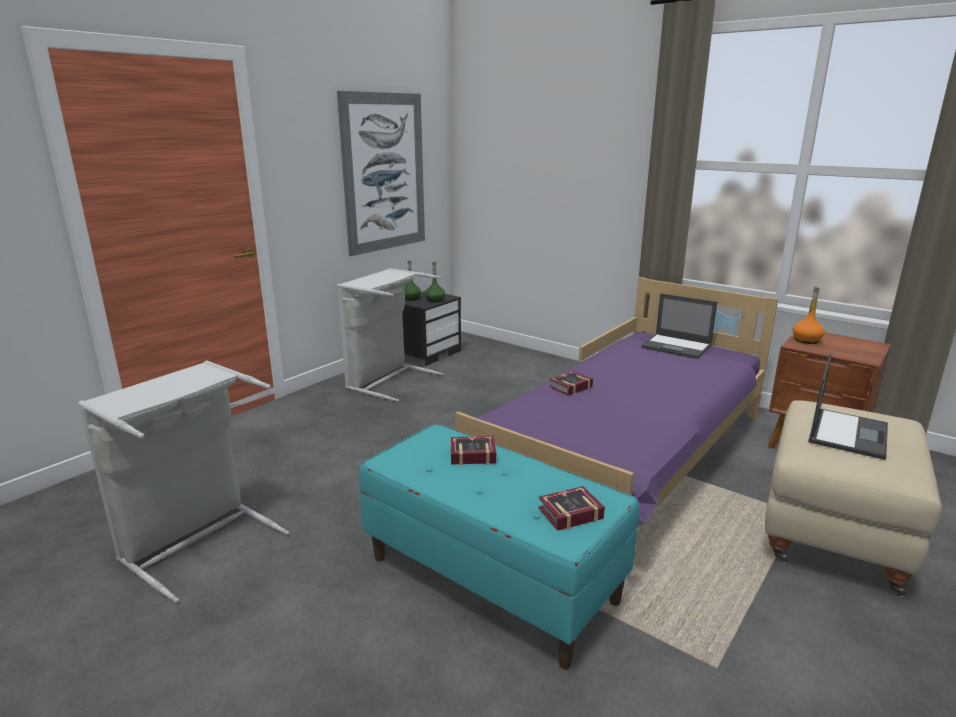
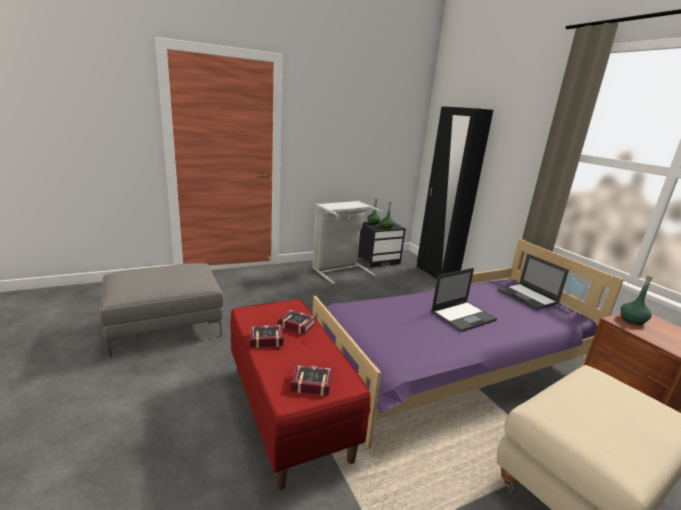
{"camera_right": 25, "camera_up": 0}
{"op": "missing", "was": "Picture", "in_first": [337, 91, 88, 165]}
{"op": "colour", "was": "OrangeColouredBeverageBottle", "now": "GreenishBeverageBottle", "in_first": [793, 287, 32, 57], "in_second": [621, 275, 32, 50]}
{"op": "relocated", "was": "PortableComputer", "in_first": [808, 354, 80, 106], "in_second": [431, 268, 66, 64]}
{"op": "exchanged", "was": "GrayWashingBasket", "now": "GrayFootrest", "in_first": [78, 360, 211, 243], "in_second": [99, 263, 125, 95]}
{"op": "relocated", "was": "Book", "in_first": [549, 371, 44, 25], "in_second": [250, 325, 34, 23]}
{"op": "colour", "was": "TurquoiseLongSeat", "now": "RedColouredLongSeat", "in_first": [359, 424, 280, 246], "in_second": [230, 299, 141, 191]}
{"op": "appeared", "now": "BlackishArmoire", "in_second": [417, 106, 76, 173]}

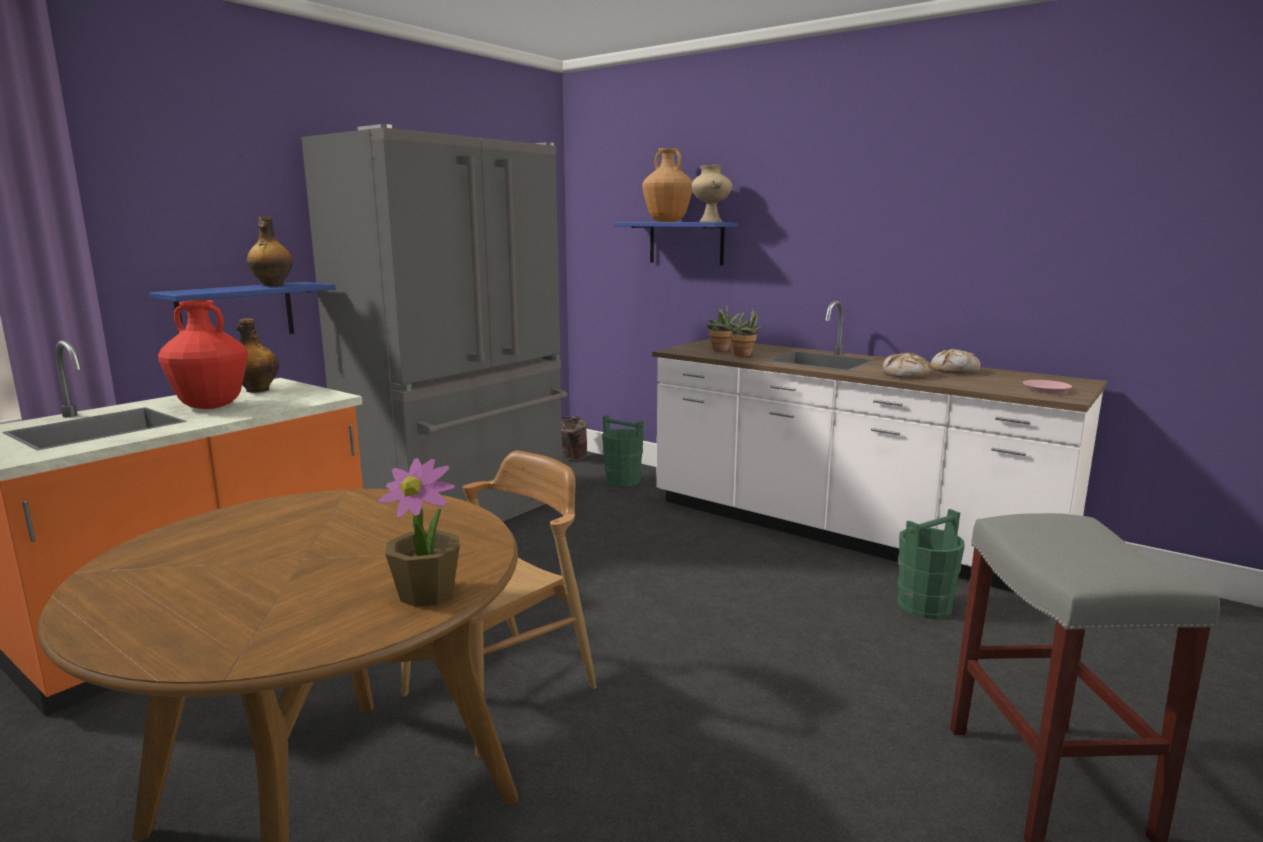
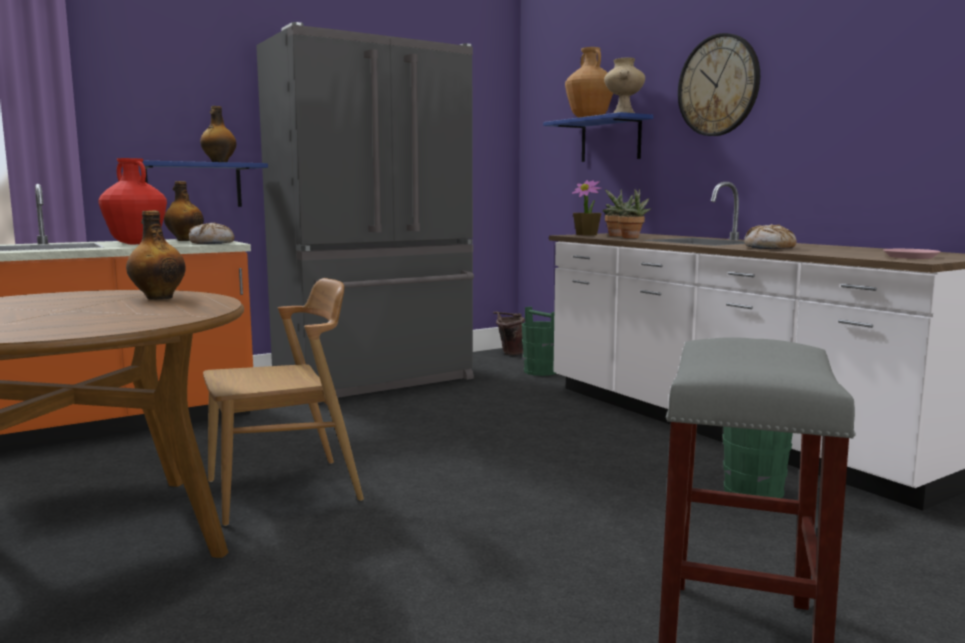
{"camera_right": 20, "camera_up": -5}
{"op": "relocated", "was": "Bread", "in_first": [931, 349, 50, 25], "in_second": [189, 223, 45, 21]}
{"op": "relocated", "was": "PottedPlant", "in_first": [379, 458, 81, 149], "in_second": [572, 180, 30, 56]}
{"op": "appeared", "now": "WallClock", "in_second": [678, 33, 82, 103]}
{"op": "appeared", "now": "BeverageBottle", "in_second": [126, 210, 60, 90]}

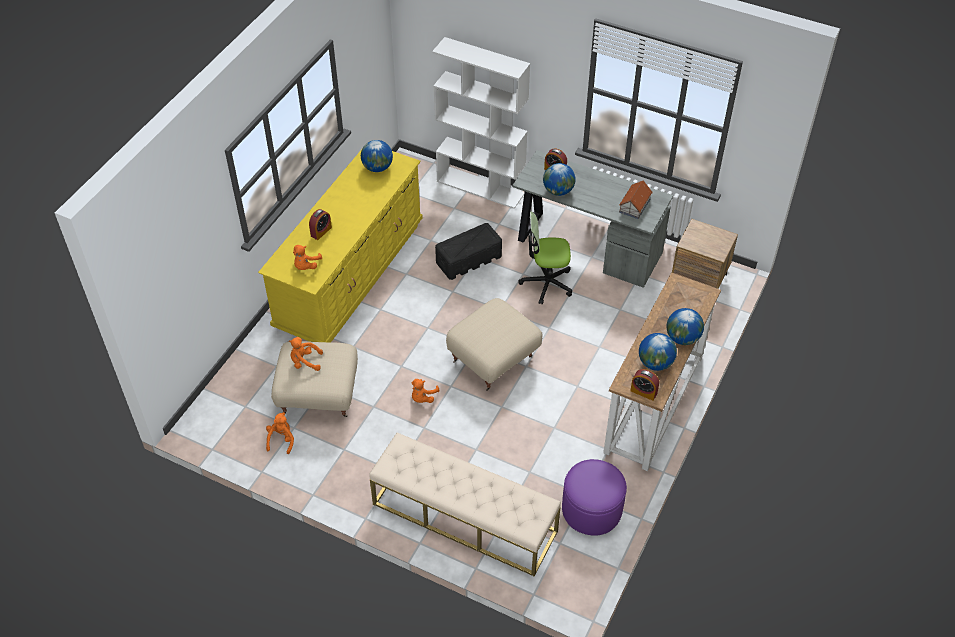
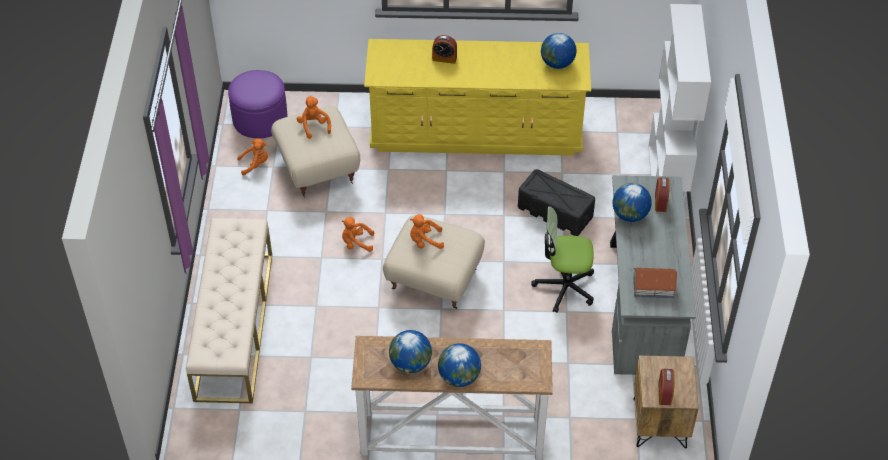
{"camera_right": 65, "camera_up": 0}
{"op": "spun", "was": "ComputerChair", "in_first": [518, 211, 54, 93], "in_second": [531, 206, 63, 107], "clockwise": -60}
{"op": "relocated", "was": "OrangeColouredCuddlyToy", "in_first": [293, 245, 29, 25], "in_second": [410, 214, 34, 35]}
{"op": "relocated", "was": "AlarmClock", "in_first": [630, 369, 29, 32], "in_second": [658, 369, 17, 36]}
{"op": "relocated", "was": "PurpleColouredFootrest", "in_first": [562, 459, 65, 77], "in_second": [228, 70, 59, 68]}

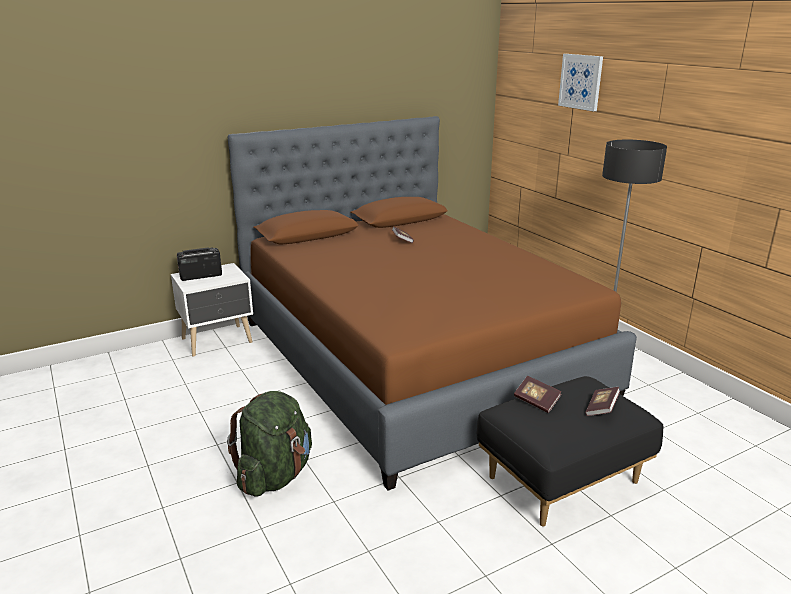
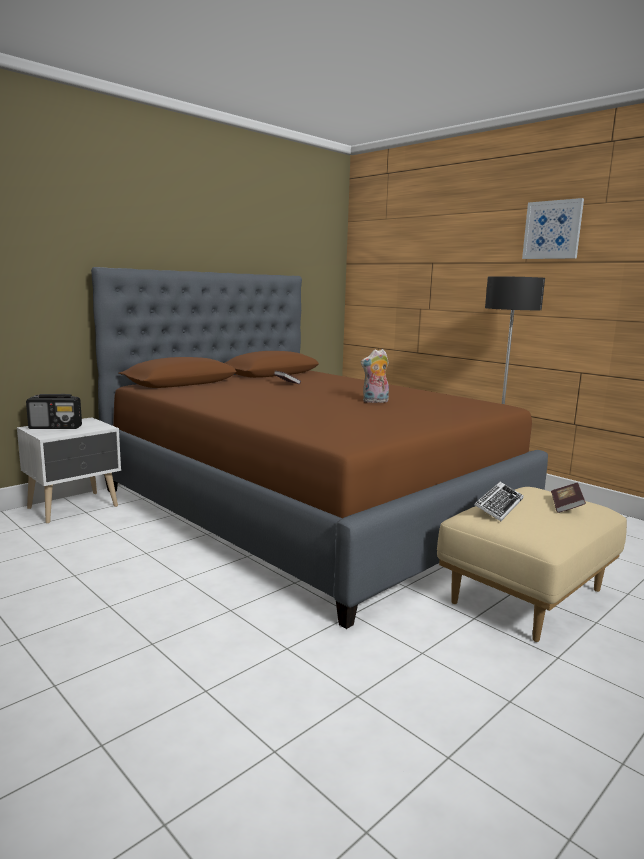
{"camera_right": -15, "camera_up": -10}
{"op": "relocated", "was": "Picture", "in_first": [558, 54, 45, 57], "in_second": [522, 198, 62, 61]}
{"op": "spun", "was": "RadioReceiver", "in_first": [177, 247, 45, 34], "in_second": [26, 394, 56, 35], "clockwise": -150}
{"op": "colour", "was": "BlackishFootrest", "now": "SandColouredFootrest", "in_first": [477, 376, 186, 151], "in_second": [437, 487, 190, 155]}
{"op": "exchanged", "was": "Book", "now": "Keyboard", "in_first": [514, 376, 47, 37], "in_second": [474, 482, 50, 39]}
{"op": "missing", "was": "GreenishRucksack", "in_first": [227, 391, 85, 106]}
{"op": "appeared", "now": "CuddlyToy", "in_second": [361, 349, 28, 54]}

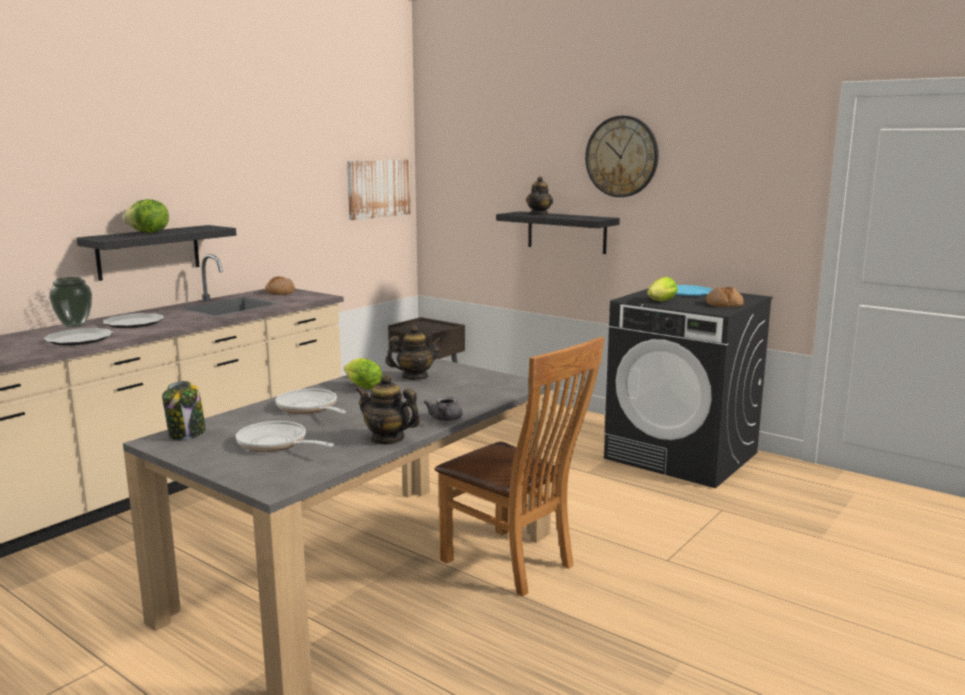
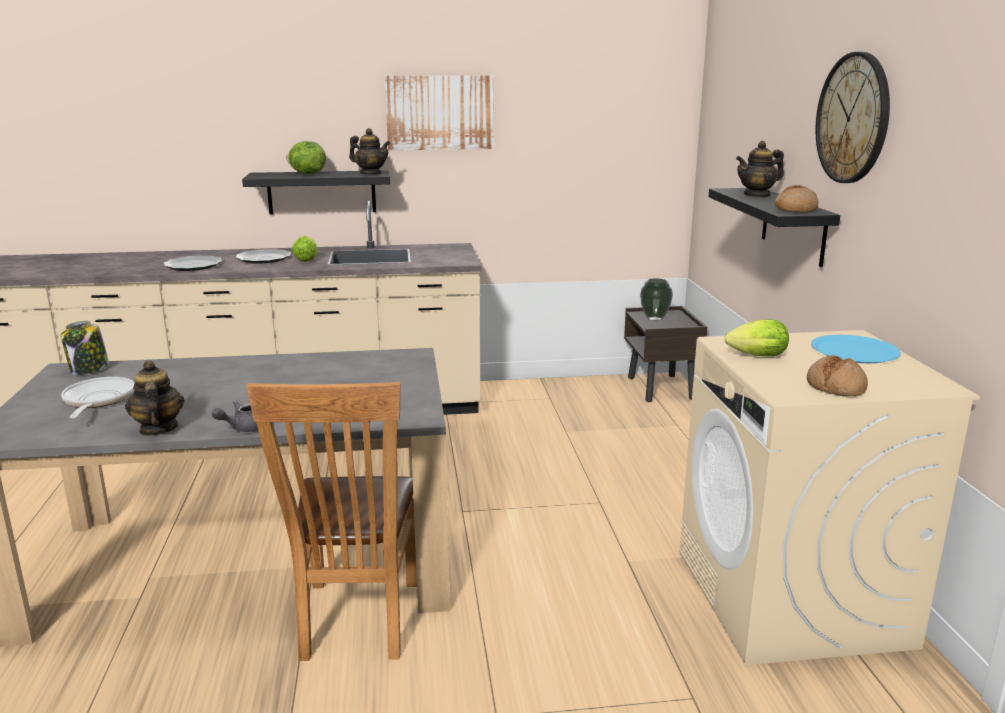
{"camera_right": 45, "camera_up": 5}
{"op": "relocated", "was": "Picture", "in_first": [347, 159, 64, 61], "in_second": [385, 75, 109, 75]}
{"op": "relocated", "was": "Bread", "in_first": [265, 276, 30, 19], "in_second": [775, 185, 43, 27]}
{"op": "relocated", "was": "FlowerVase", "in_first": [49, 277, 43, 50], "in_second": [640, 279, 33, 42]}
{"op": "colour", "was": "BlackishWashingMachine", "now": "SandColouredWashingMachine", "in_first": [604, 288, 169, 200], "in_second": [679, 330, 301, 335]}
{"op": "relocated", "was": "Teapot", "in_first": [385, 325, 57, 55], "in_second": [349, 128, 41, 47]}
{"op": "relocated", "was": "Lettuce", "in_first": [344, 358, 38, 31], "in_second": [292, 236, 25, 26]}
{"op": "missing", "was": "FryingPan", "in_first": [275, 389, 71, 25]}

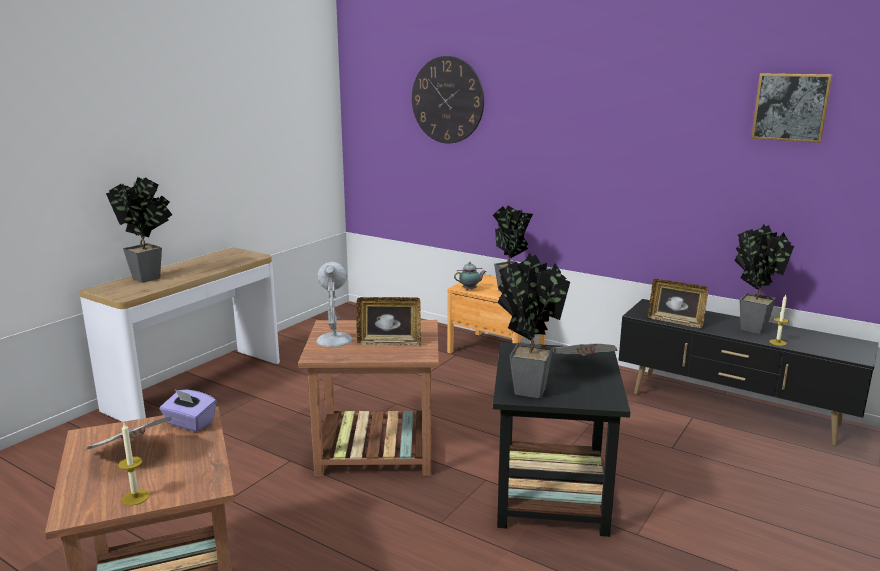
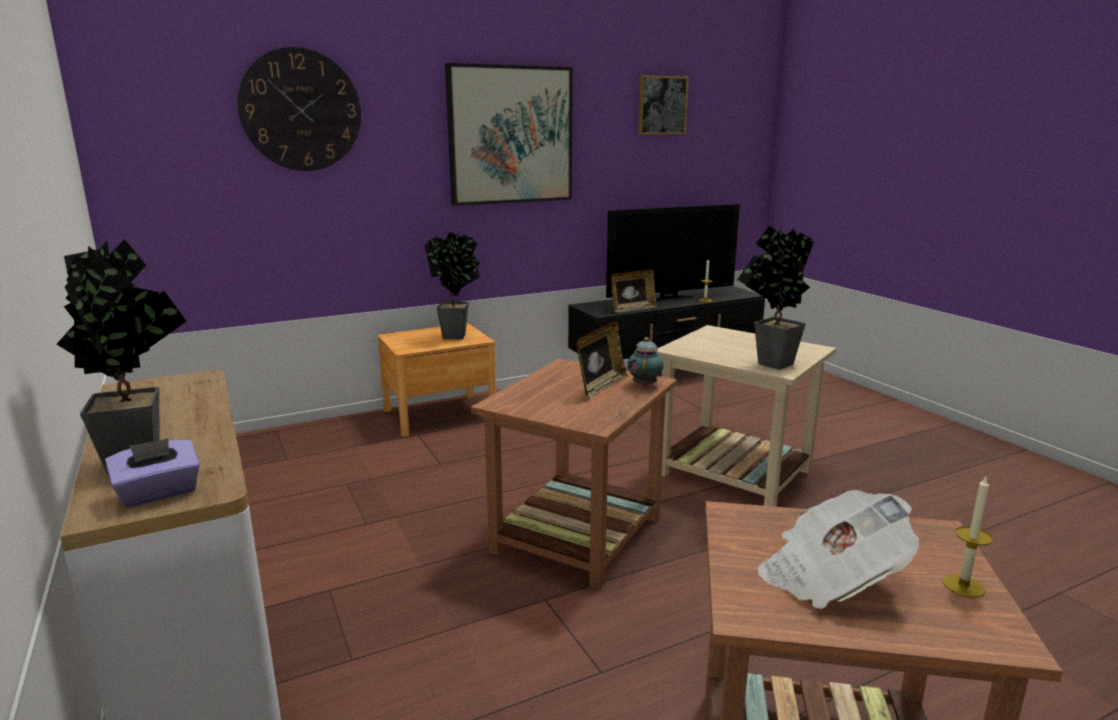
{"camera_right": -60, "camera_up": 0}
{"op": "exchanged", "was": "PottedPlant", "now": "Tv", "in_first": [734, 225, 60, 109], "in_second": [606, 204, 134, 97]}
{"op": "missing", "was": "WhitishTableLamp", "in_first": [316, 262, 37, 85]}
{"op": "relocated", "was": "Teapot", "in_first": [454, 262, 33, 28], "in_second": [628, 337, 36, 50]}
{"op": "colour", "was": "BlackishSideTable", "now": "SandColouredSideTable", "in_first": [493, 343, 137, 194], "in_second": [657, 325, 179, 182]}
{"op": "missing", "was": "DailyPaper", "in_first": [553, 344, 65, 12]}
{"op": "relocated", "was": "PurpleColouredTissueHolder", "in_first": [160, 389, 56, 43], "in_second": [105, 438, 95, 70]}
{"op": "appeared", "now": "Picture", "in_second": [445, 63, 128, 143]}

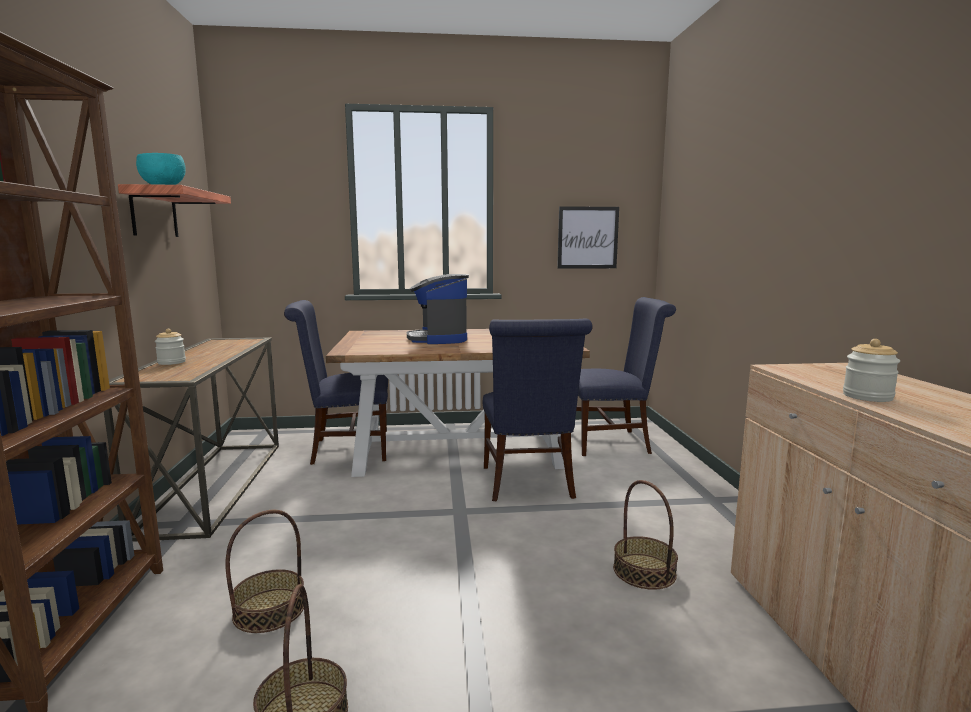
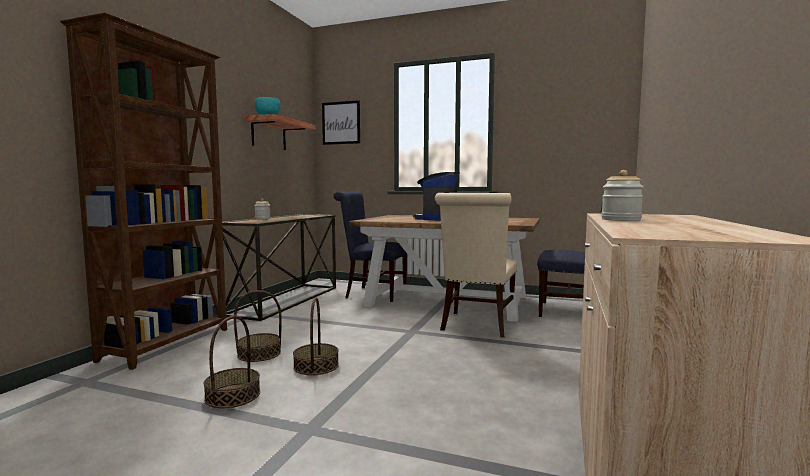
{"camera_right": 25, "camera_up": -5}
{"op": "relocated", "was": "Picture", "in_first": [557, 206, 62, 63], "in_second": [322, 100, 38, 45]}
{"op": "colour", "was": "BluishUprightChair", "now": "SandColouredUprightChair", "in_first": [482, 318, 111, 183], "in_second": [435, 193, 82, 145]}
{"op": "relocated", "was": "Basket", "in_first": [613, 480, 65, 110], "in_second": [293, 297, 46, 78]}

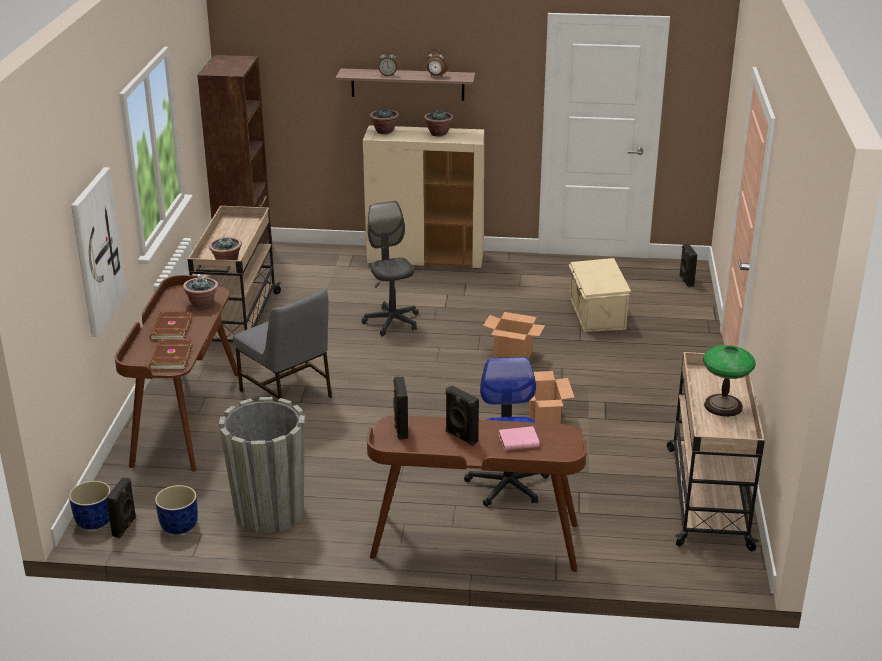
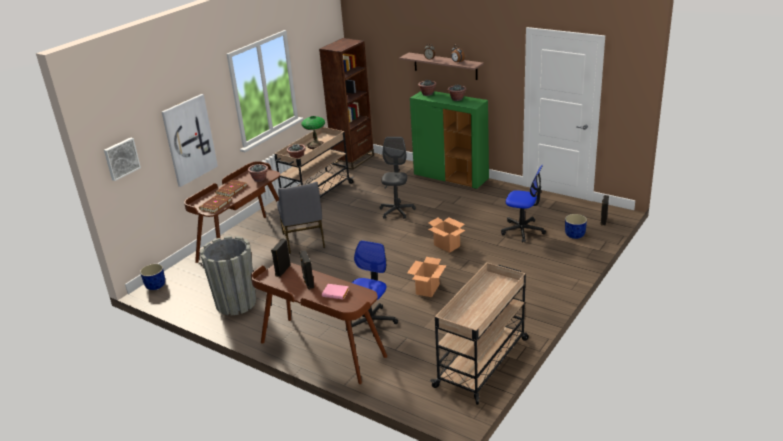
{"camera_right": 30, "camera_up": 0}
{"op": "colour", "was": "SandColouredStorageCabinet", "now": "GreenishStorageCabinet", "in_first": [363, 125, 121, 144], "in_second": [410, 91, 79, 98]}
{"op": "exchanged", "was": "SandColouredStorageBox", "now": "ComputerChair", "in_first": [569, 258, 62, 74], "in_second": [501, 165, 45, 78]}
{"op": "relocated", "was": "TableLamp", "in_first": [703, 345, 53, 72], "in_second": [302, 116, 23, 33]}
{"op": "missing", "was": "BlackishLoudspeaker", "in_first": [106, 477, 30, 61]}
{"op": "relocated", "was": "BluishPlanter", "in_first": [155, 485, 43, 49], "in_second": [565, 214, 22, 25]}
{"op": "appeared", "now": "Picture", "in_second": [104, 137, 37, 44]}

